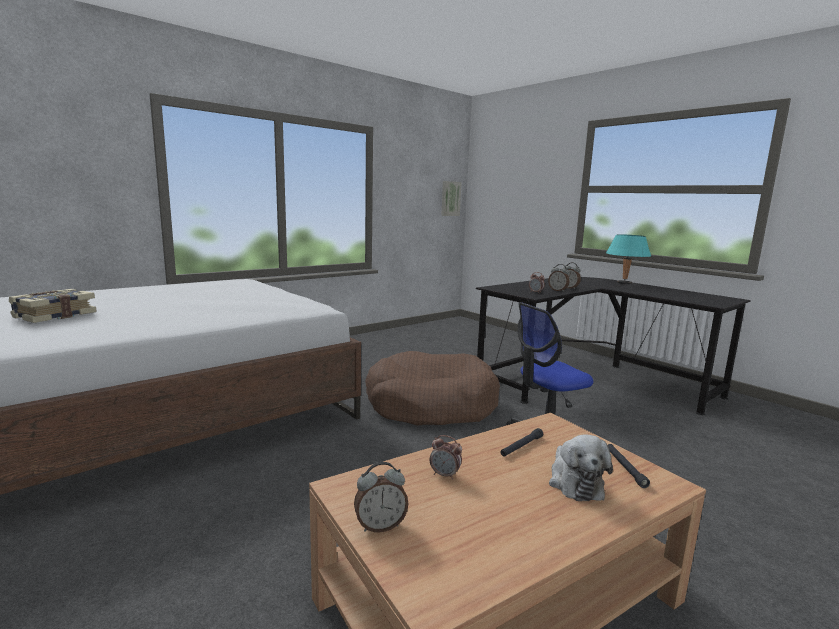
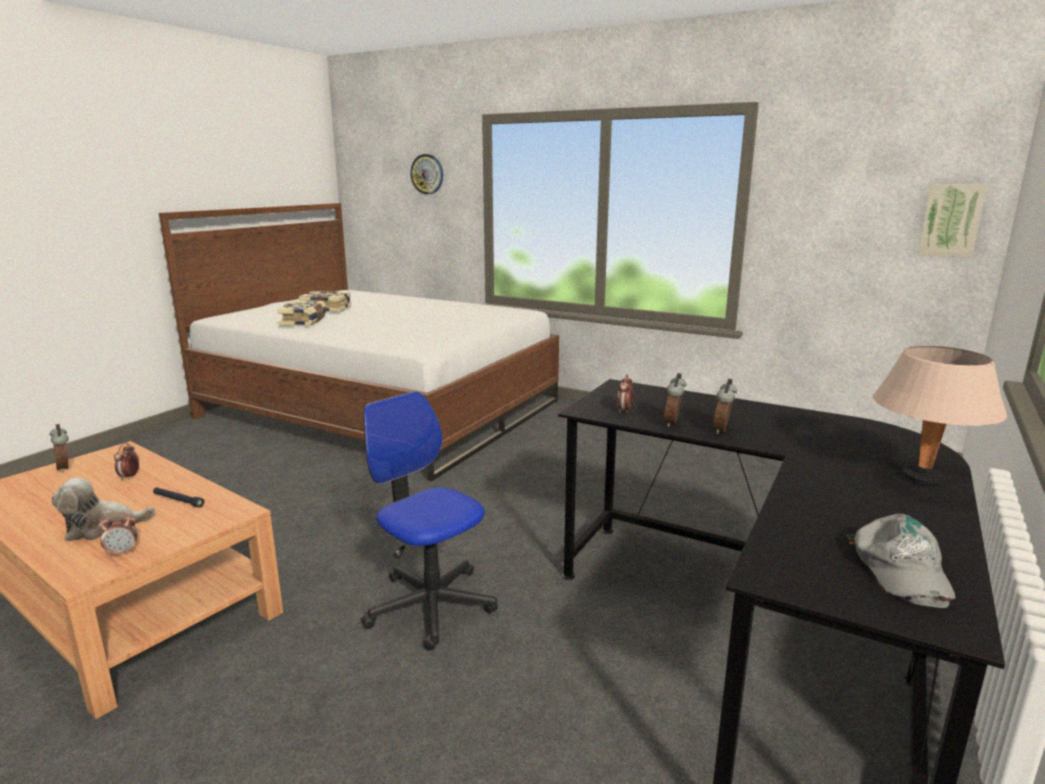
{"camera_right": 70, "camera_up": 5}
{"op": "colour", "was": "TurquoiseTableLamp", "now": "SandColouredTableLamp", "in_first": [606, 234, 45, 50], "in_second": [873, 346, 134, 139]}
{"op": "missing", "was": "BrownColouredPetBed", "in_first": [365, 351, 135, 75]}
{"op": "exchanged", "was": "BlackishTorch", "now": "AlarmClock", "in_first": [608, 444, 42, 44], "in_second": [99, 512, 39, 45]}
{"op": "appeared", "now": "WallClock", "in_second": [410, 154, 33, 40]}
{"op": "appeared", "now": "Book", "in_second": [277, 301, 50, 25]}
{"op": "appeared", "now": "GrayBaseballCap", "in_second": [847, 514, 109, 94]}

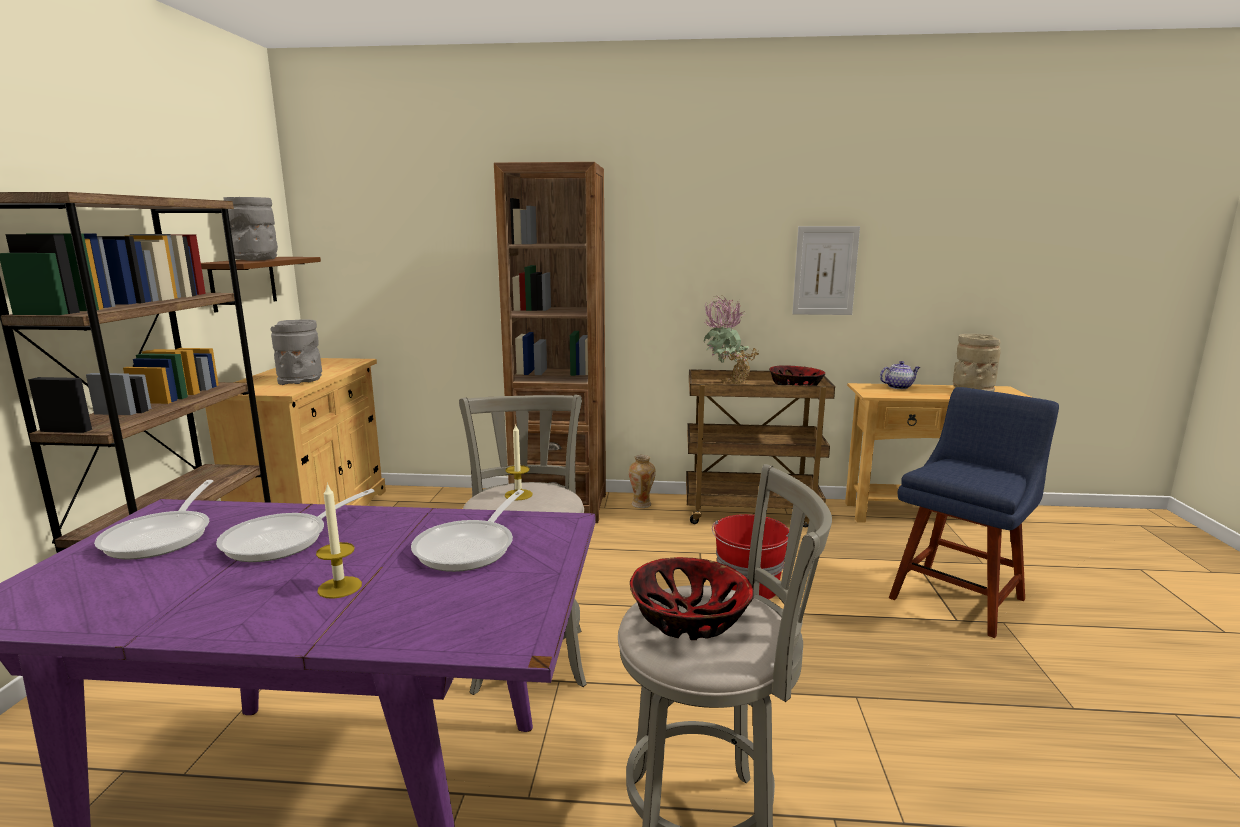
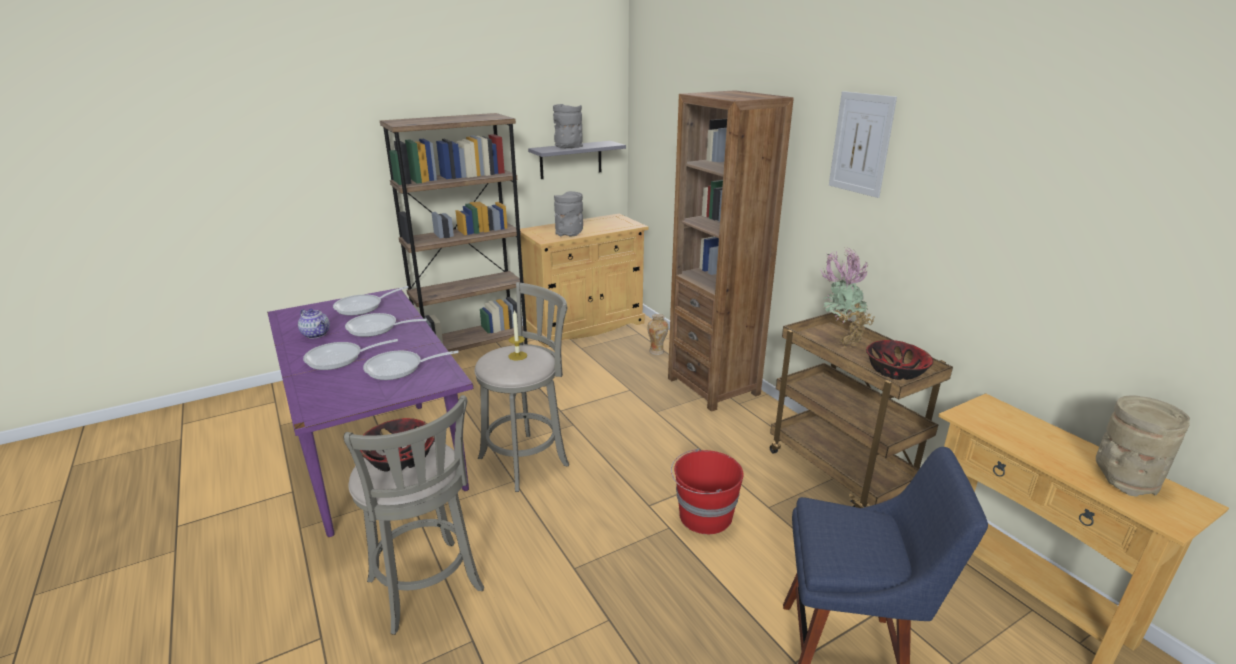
{"camera_right": 55, "camera_up": 10}
{"op": "relocated", "was": "Picture", "in_first": [792, 226, 68, 89], "in_second": [829, 91, 68, 107]}
{"op": "colour", "was": "BrownColouredShelf", "now": "GrayShelf", "in_first": [201, 257, 120, 56], "in_second": [528, 141, 98, 38]}
{"op": "relocated", "was": "Teapot", "in_first": [880, 361, 40, 28], "in_second": [298, 309, 32, 30]}
{"op": "relocated", "was": "FlowerVase", "in_first": [629, 455, 27, 53], "in_second": [647, 314, 22, 41]}
{"op": "exchanged", "was": "WaxCandle", "now": "FryingPan", "in_first": [316, 482, 46, 117], "in_second": [303, 339, 95, 31]}

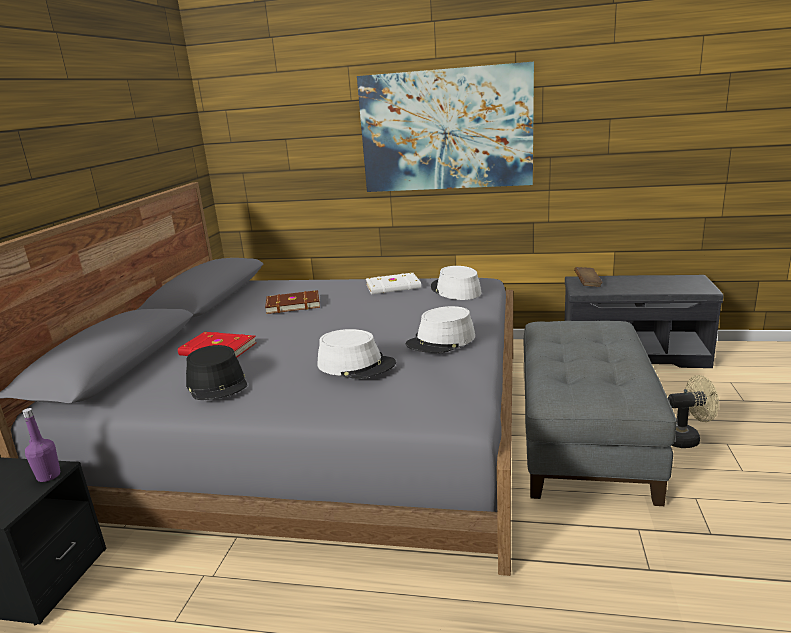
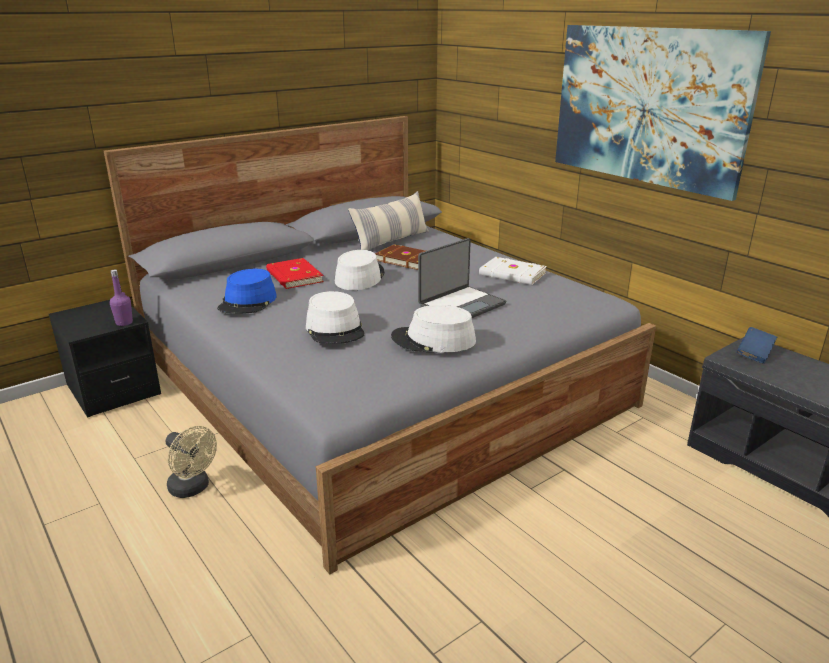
{"camera_right": 40, "camera_up": 5}
{"op": "relocated", "was": "WhitishWearableHat", "in_first": [431, 266, 51, 34], "in_second": [335, 250, 50, 40]}
{"op": "colour", "was": "BrownColouredBook", "now": "BluishBook", "in_first": [574, 267, 29, 20], "in_second": [737, 327, 40, 36]}
{"op": "missing", "was": "GrayFootrest", "in_first": [523, 321, 154, 185]}
{"op": "colour", "was": "BlackishWearableHat", "now": "BluishWearableHat", "in_first": [186, 345, 62, 55], "in_second": [217, 269, 60, 45]}
{"op": "relocated", "was": "SandColouredElectricFan", "in_first": [668, 375, 51, 73], "in_second": [166, 426, 51, 72]}
{"op": "appeared", "now": "Cushion", "in_second": [348, 191, 81, 59]}
{"op": "appeared", "now": "PortableComputer", "in_second": [418, 238, 88, 80]}

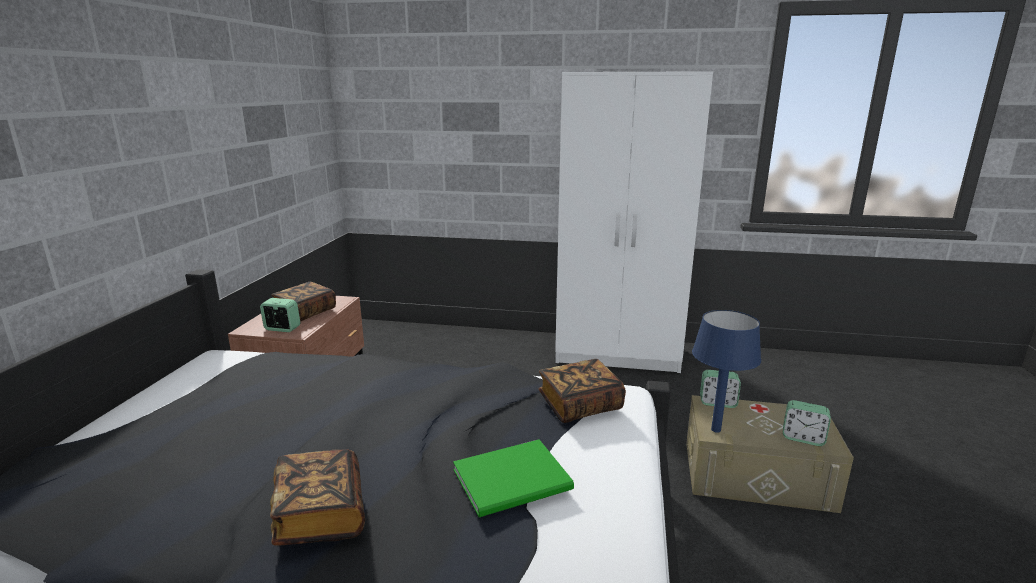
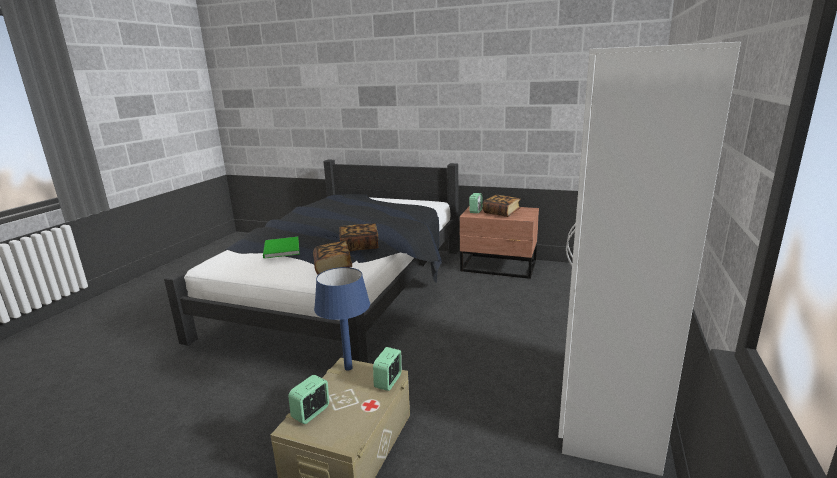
{"camera_right": 100, "camera_up": 0}
{"op": "relocated", "was": "Book", "in_first": [270, 449, 95, 97], "in_second": [340, 223, 39, 28]}

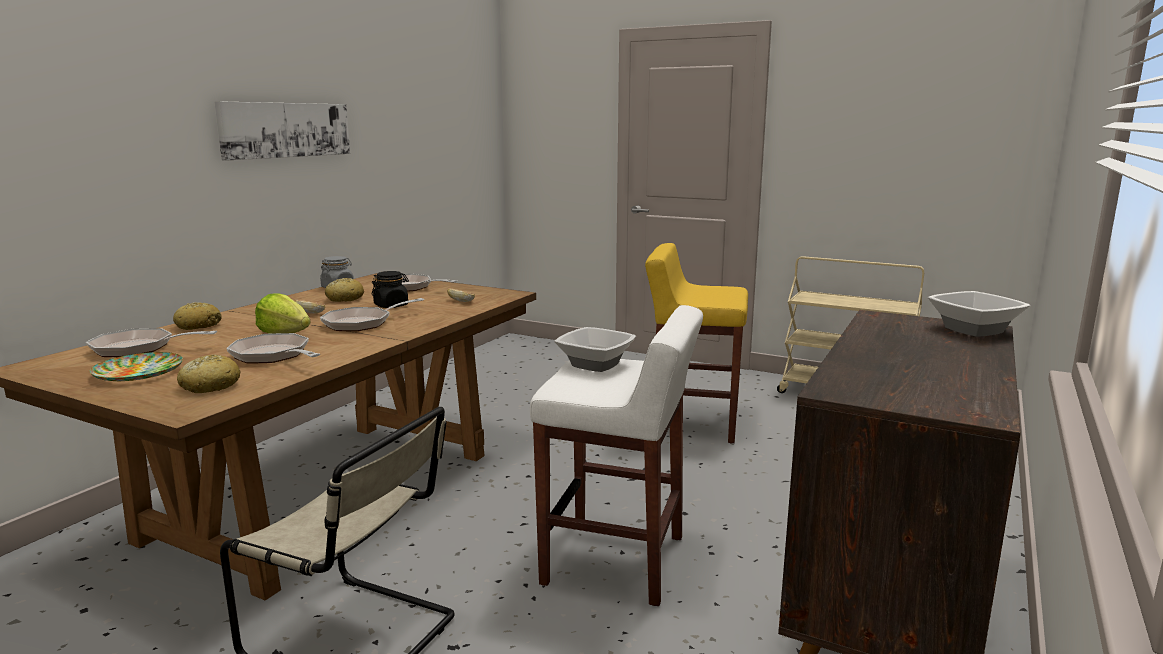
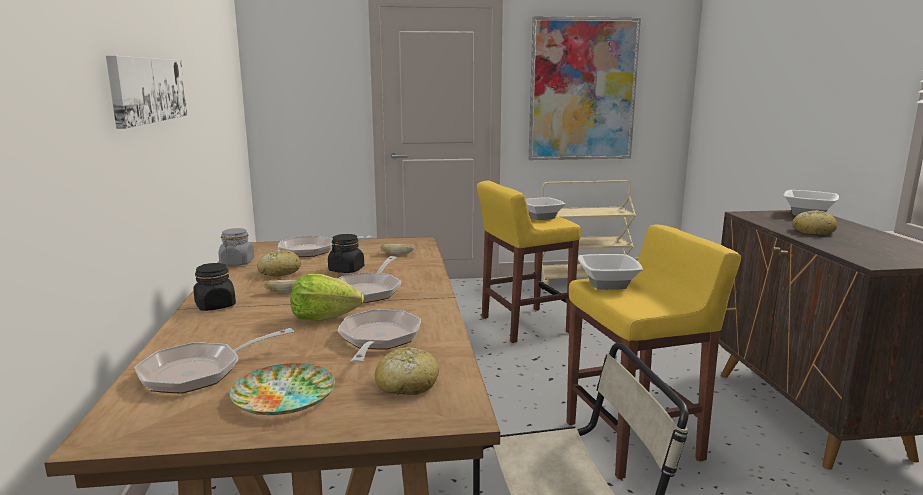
{"camera_right": -35, "camera_up": 0}
{"op": "relocated", "was": "Bread", "in_first": [173, 302, 49, 28], "in_second": [792, 210, 45, 25]}
{"op": "colour", "was": "WhitishStool", "now": "YellowishStool", "in_first": [530, 305, 173, 301], "in_second": [567, 225, 174, 254]}
{"op": "spun", "was": "FryingPan", "in_first": [226, 333, 94, 31], "in_second": [338, 310, 83, 53], "clockwise": 90}
{"op": "appeared", "now": "Picture", "in_second": [529, 16, 112, 144]}
{"op": "appeared", "now": "Bowl", "in_second": [526, 197, 40, 23]}
{"op": "appeared", "now": "BlackishStorageJar", "in_second": [194, 263, 42, 48]}

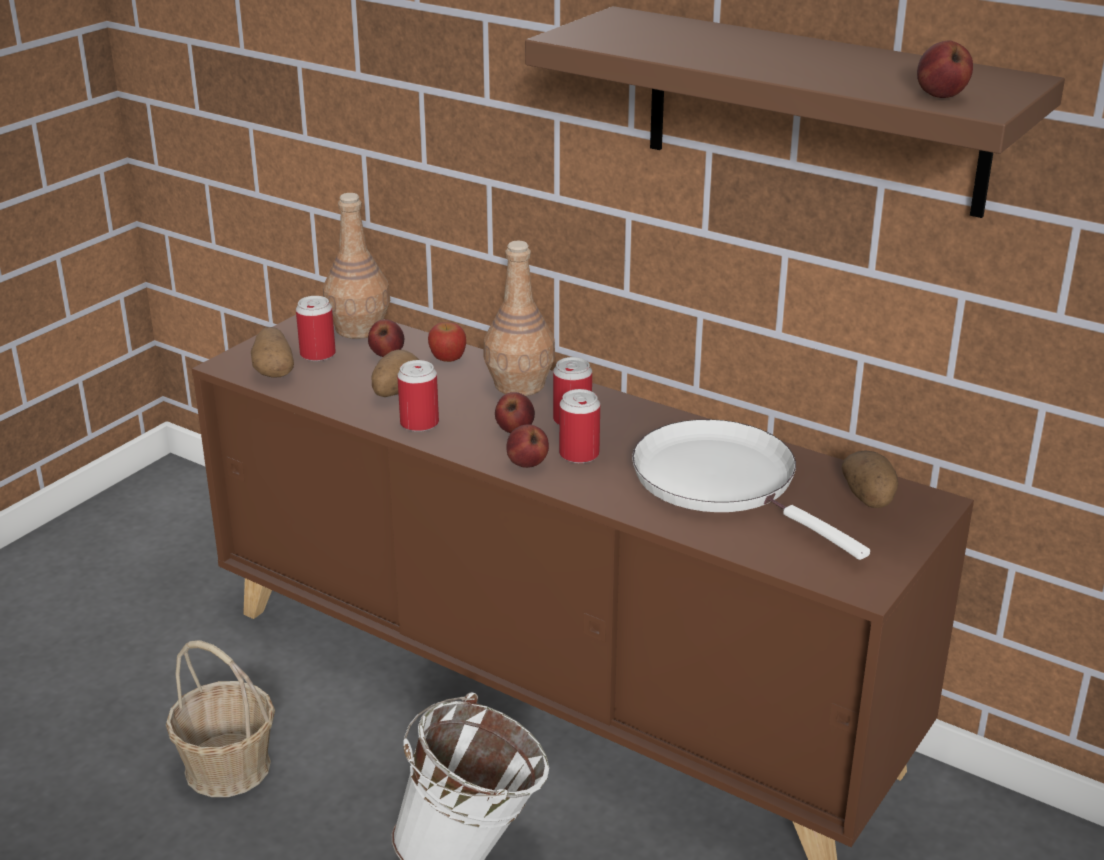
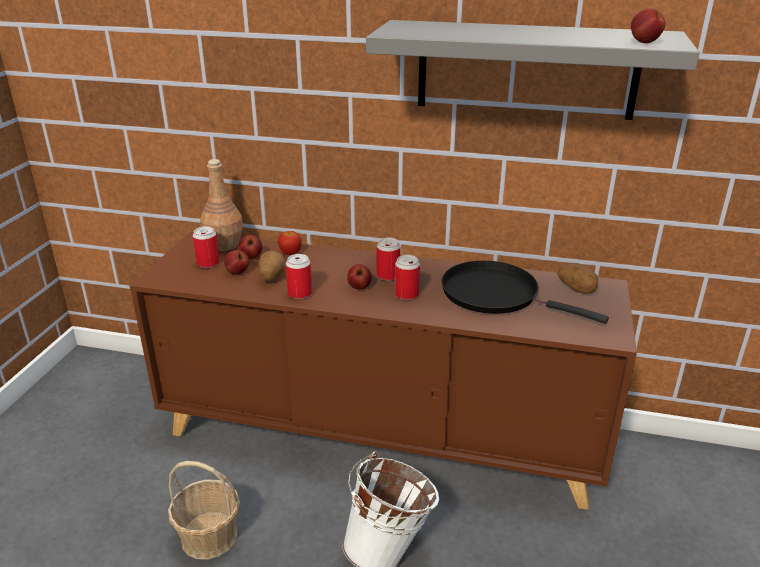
{"camera_right": -20, "camera_up": 0}
{"op": "colour", "was": "BrownColouredShelf", "now": "GrayShelf", "in_first": [525, 6, 540, 212], "in_second": [366, 20, 334, 100]}
{"op": "missing", "was": "BrownColouredBeverageBottle", "in_first": [483, 241, 72, 155]}
{"op": "missing", "was": "Spud", "in_first": [251, 327, 43, 50]}
{"op": "colour", "was": "WhitishFryingPan", "now": "BlackishFryingPan", "in_first": [632, 419, 238, 141], "in_second": [441, 260, 168, 64]}
{"op": "relocated", "was": "Apple", "in_first": [506, 424, 43, 44], "in_second": [224, 250, 25, 25]}

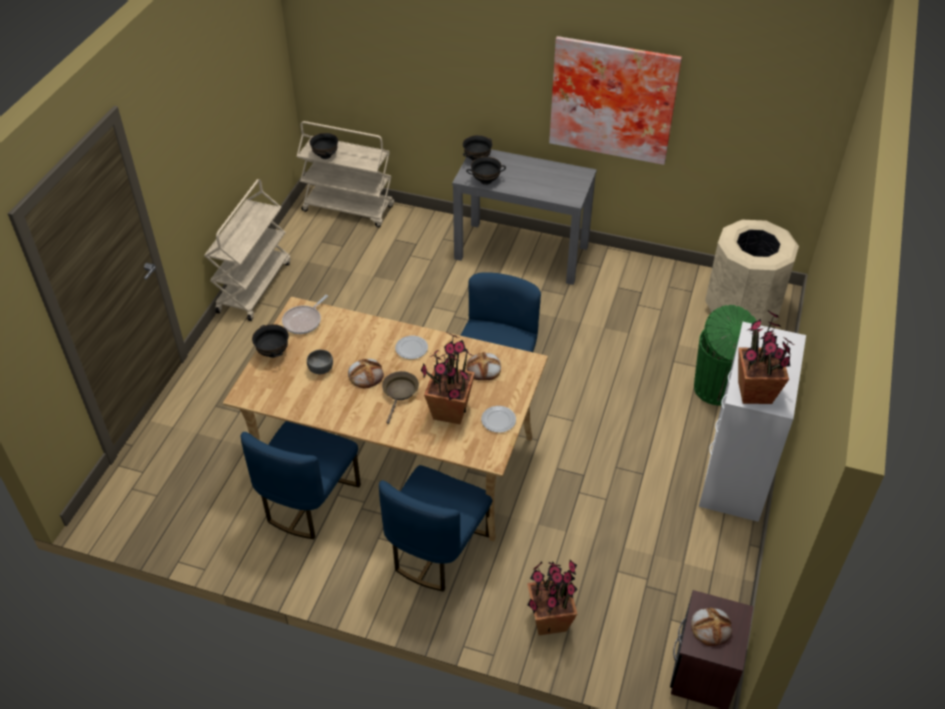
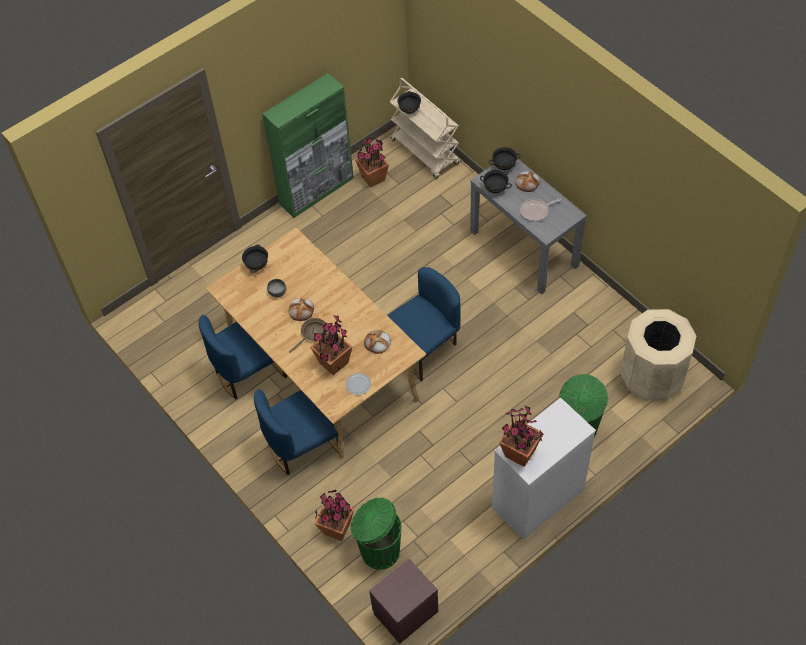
{"camera_right": 35, "camera_up": 10}
{"op": "missing", "was": "Picture", "in_first": [549, 36, 133, 129]}
{"op": "exchanged", "was": "SandColouredCart", "now": "GreenishStorageCabinet", "in_first": [204, 179, 87, 142], "in_second": [262, 73, 92, 145]}
{"op": "relocated", "was": "FryingPan", "in_first": [282, 295, 46, 39], "in_second": [520, 198, 41, 24]}
{"op": "missing", "was": "Plate", "in_first": [395, 336, 33, 23]}
{"op": "relocated", "was": "Bread", "in_first": [691, 608, 41, 38], "in_second": [515, 171, 25, 21]}
{"op": "appeared", "now": "PottedPlant", "in_second": [355, 137, 34, 51]}
{"op": "appeared", "now": "GreenishRubbishBin", "in_second": [351, 497, 51, 73]}

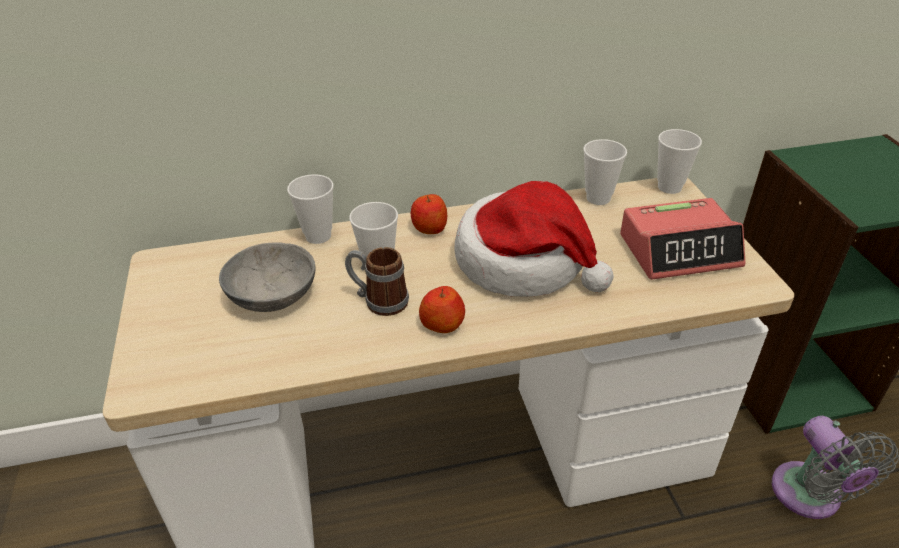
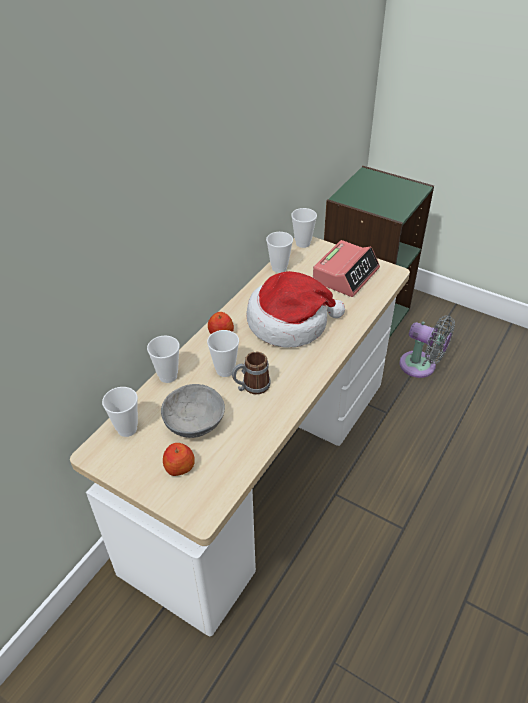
{"camera_right": -45, "camera_up": 5}
{"op": "relocated", "was": "Apple", "in_first": [419, 286, 46, 47], "in_second": [163, 443, 32, 33]}
{"op": "appeared", "now": "DrinkingCup", "in_second": [102, 387, 36, 50]}

